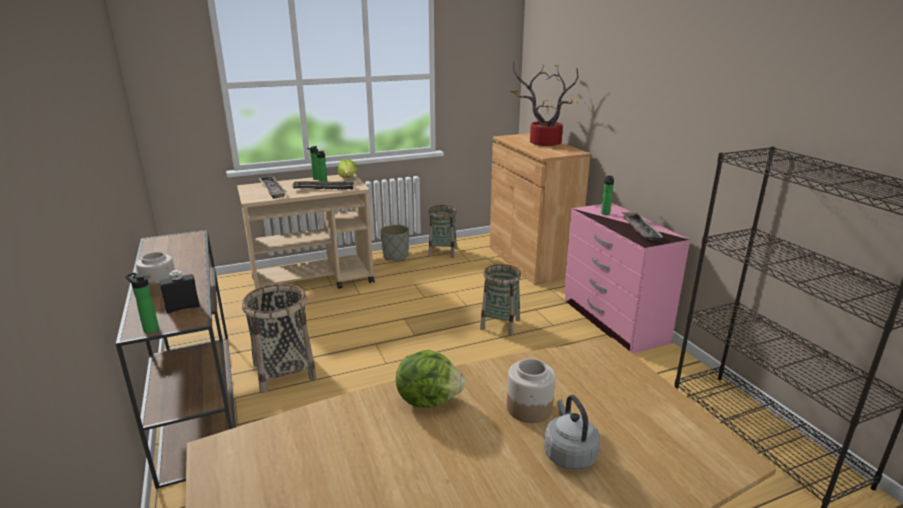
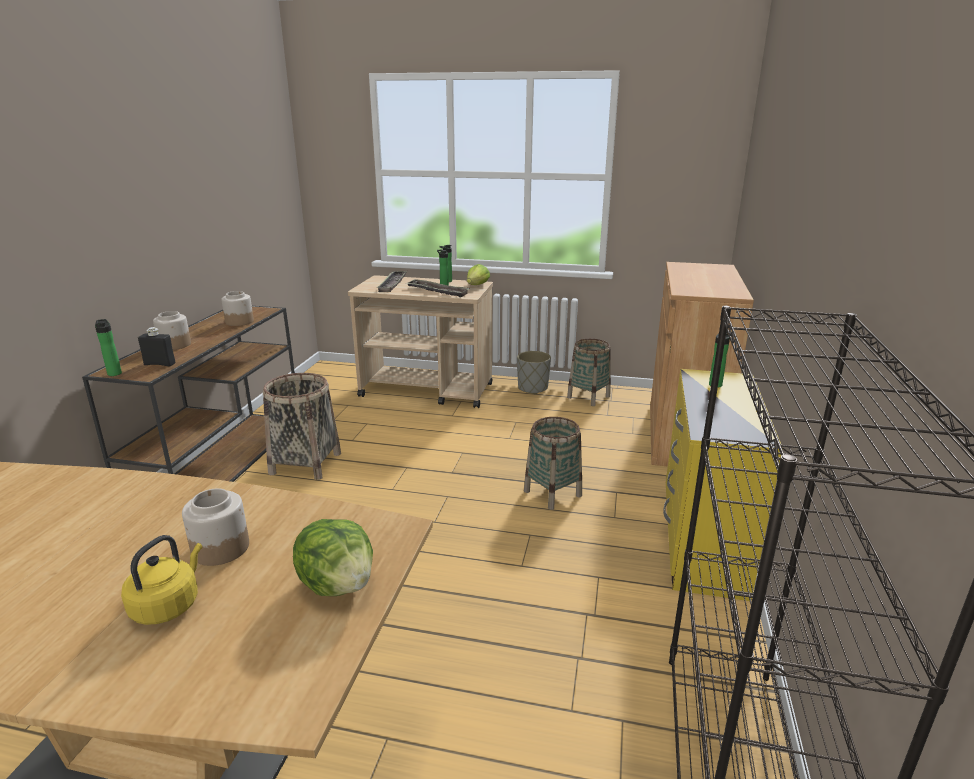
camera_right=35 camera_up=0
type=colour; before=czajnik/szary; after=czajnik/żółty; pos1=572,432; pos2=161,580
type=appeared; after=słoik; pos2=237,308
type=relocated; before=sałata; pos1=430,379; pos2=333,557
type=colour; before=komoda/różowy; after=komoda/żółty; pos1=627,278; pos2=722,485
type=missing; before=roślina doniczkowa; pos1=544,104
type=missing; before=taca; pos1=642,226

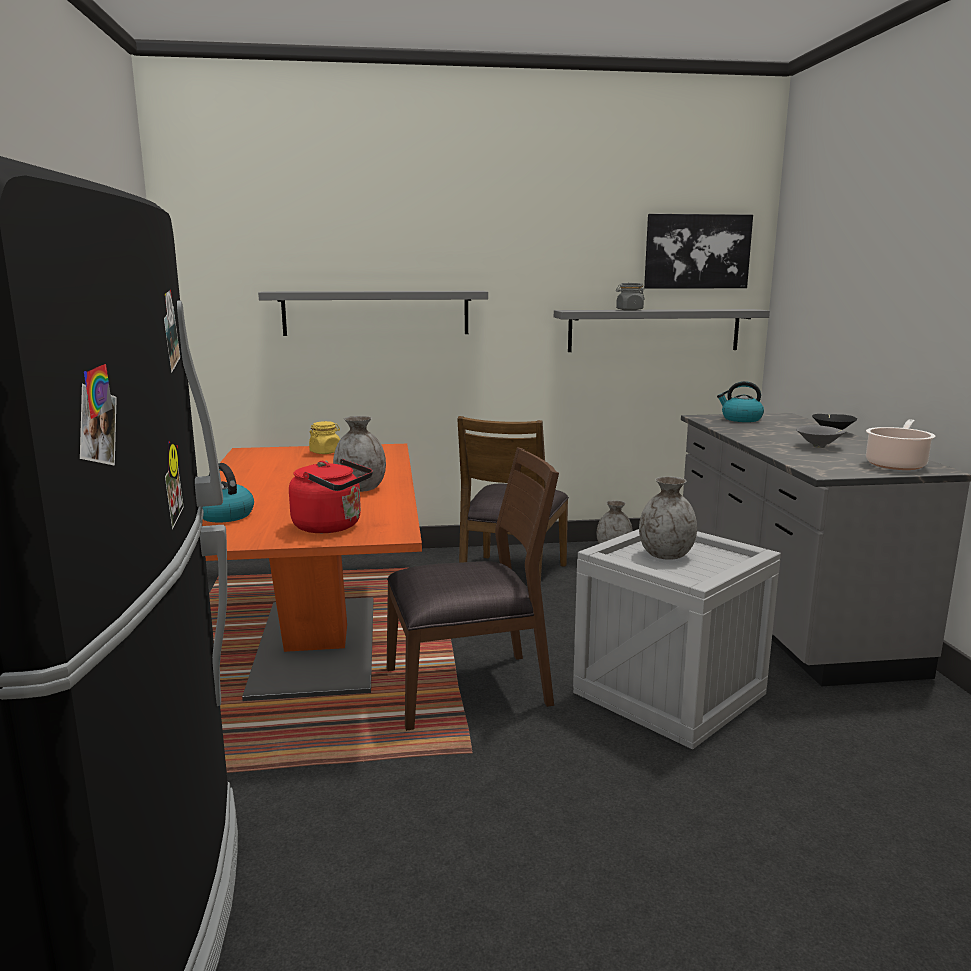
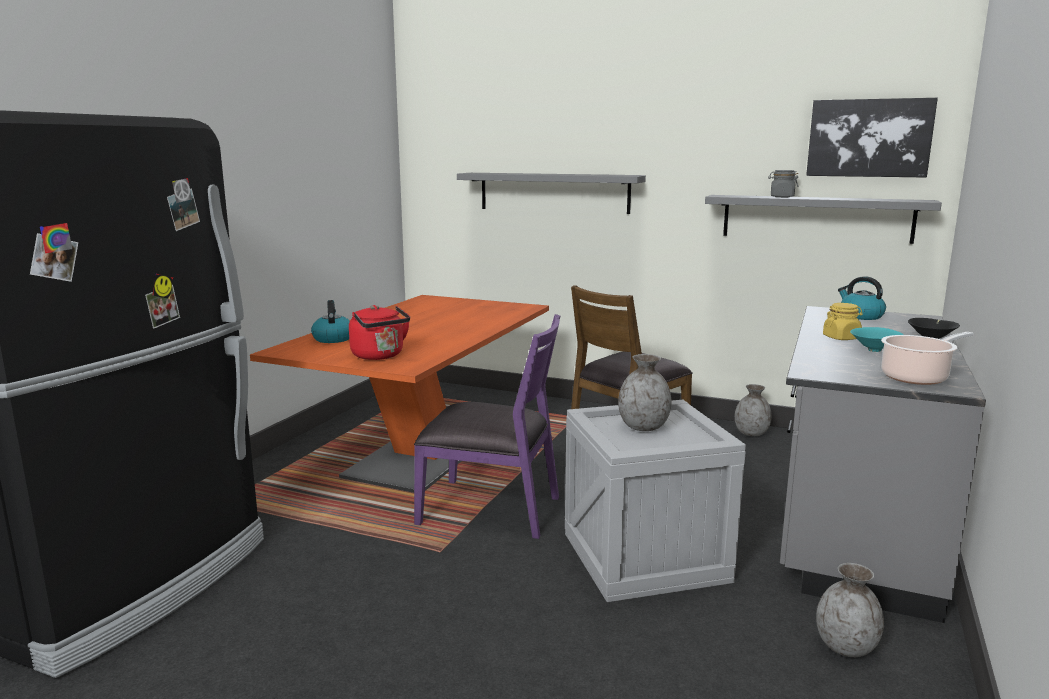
camera_right=30 camera_up=0
type=colour; before=krzesło/brązowy; after=krzesło/fioletowy; pos1=473,589; pos2=487,426
type=relocated; before=wazon/szary; pos1=359,454; pos2=850,610
type=relocated; before=słoik/żółty; pos1=324,437; pos2=843,321
type=colour; before=miska/szary; after=miska/turkusowy; pos1=821,436; pos2=877,339

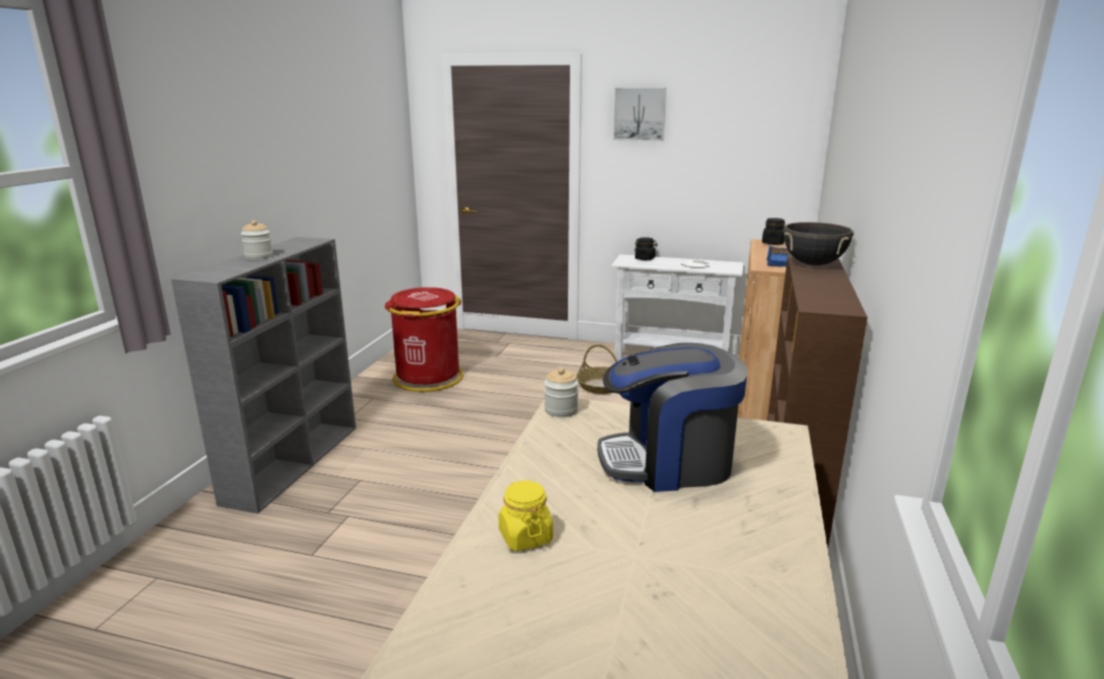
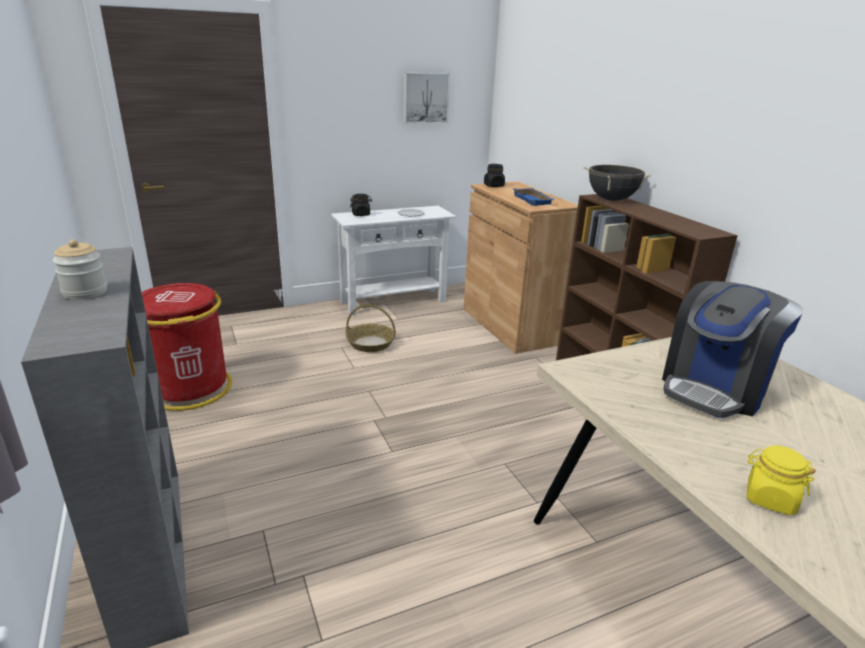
camera_right=-40 camera_up=5
type=relocated; before=obraz; pos1=639,114; pos2=426,98
type=missing; before=słoik; pos1=561,392

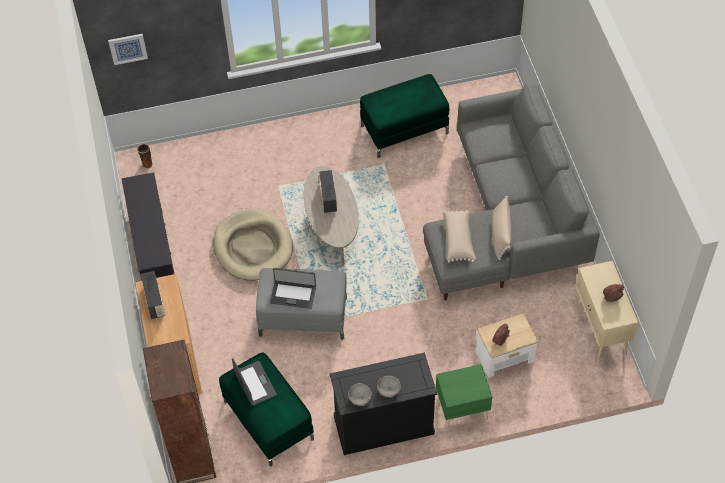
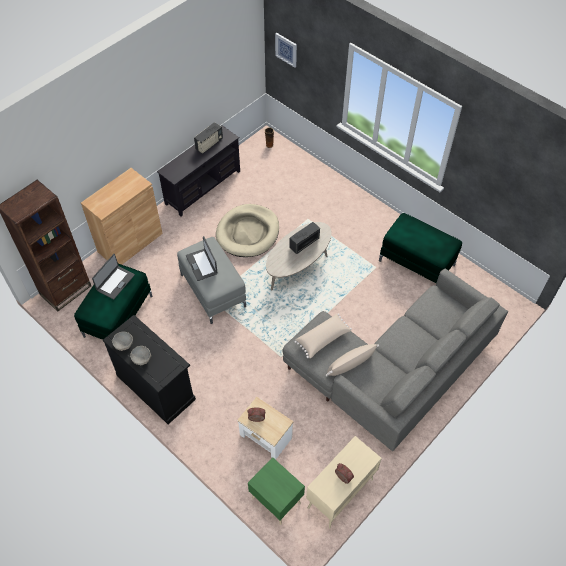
camera_right=55 camera_up=0
type=relocated; before=radio; pos1=153,295; pos2=208,138
type=relocated; before=szafka nocna/zielony; pos1=464,396; pos2=276,491

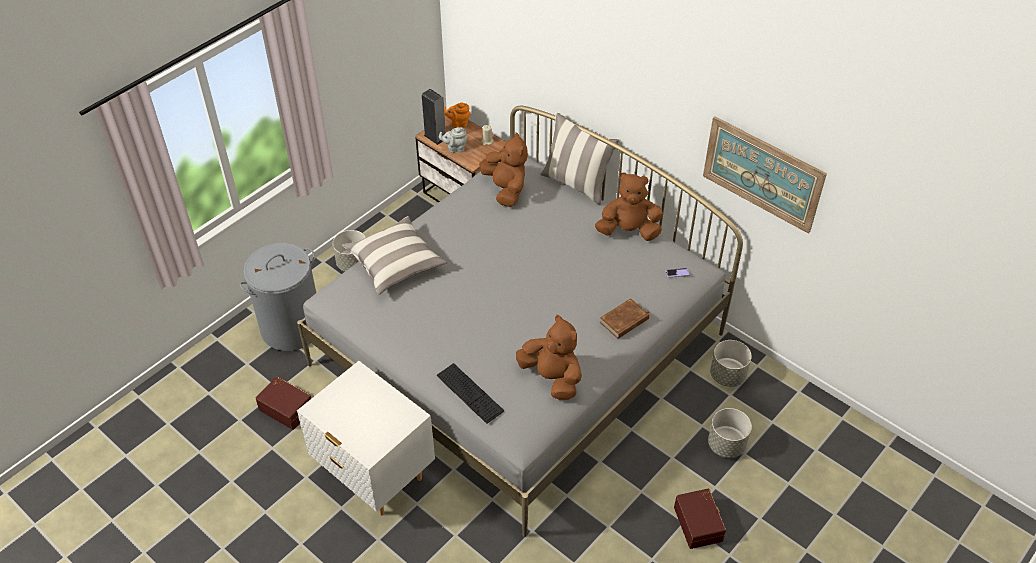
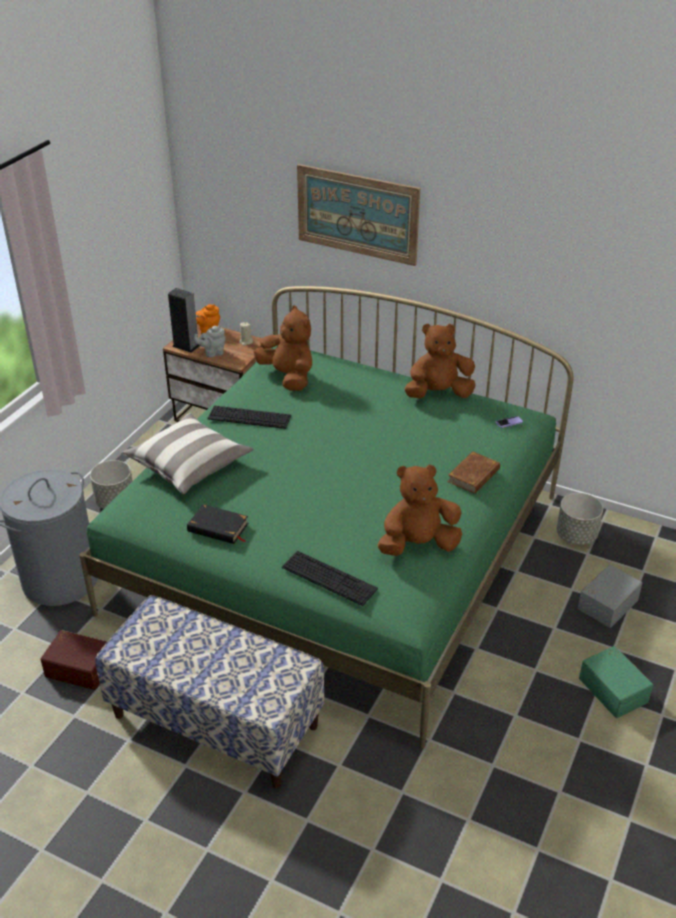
camera_right=-15 camera_up=-10
type=colour; before=łóżko/szary; after=łóżko/zielony; pos1=520,321; pos2=326,517
type=exchanged; before=szafka nocna/biały; after=ławka; pos1=366,438; pos2=209,691
type=appeared; after=książka/czarny; pos2=217,524
type=appeared; after=klawiatura; pos2=249,417
type=relocated; before=obraz; pos1=765,175; pos2=358,215
type=spun; before=pluszak/brązowy; pos1=549,357; pos2=419,510; turn=-45
type=exchanged; before=donica/szary; after=pojemnik do przechowywania/szary; pos1=730,433; pos2=610,596
type=colour; before=pojemnik do przechowywania/brązowy; after=pojemnik do przechowywania/zielony; pos1=700,519; pos2=616,682
type=missing; before=poduszka; pos1=579,158

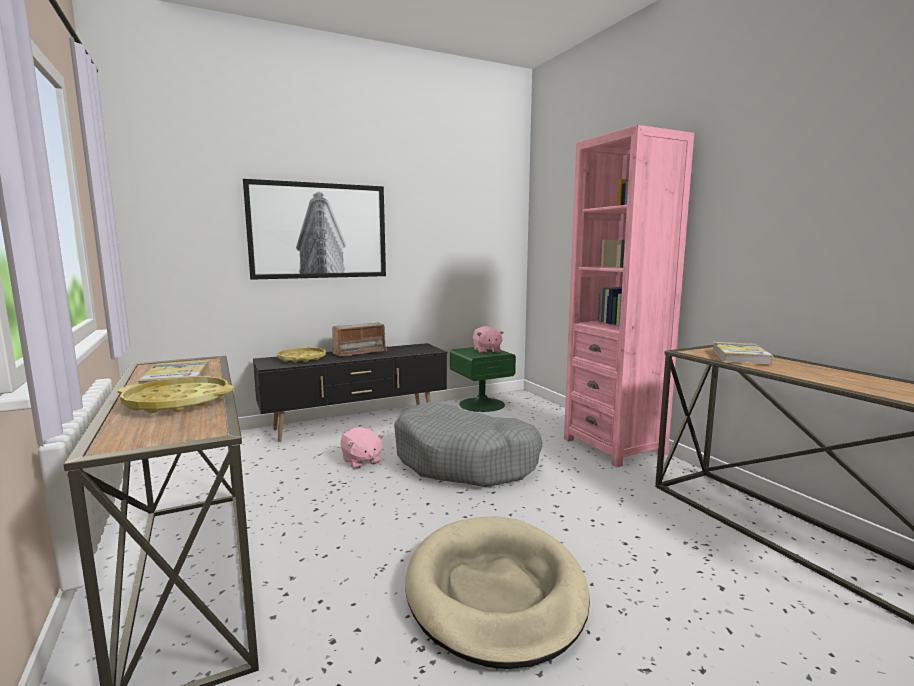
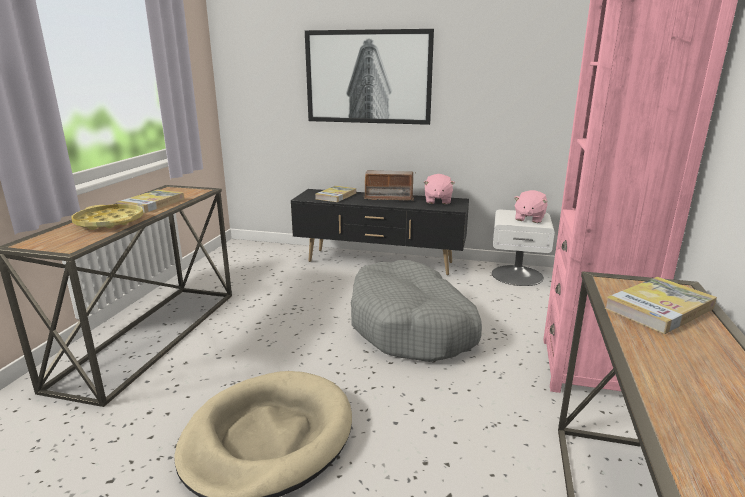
camera_right=40 camera_up=10
type=exchanged; before=taca/żółty; after=książka; pos1=301,355; pos2=335,194
type=relocated; before=pluszak/różowy; pos1=361,448; pos2=439,189
type=colour; before=szafka nocna/zielony; after=szafka nocna/biały; pos1=483,379; pos2=523,247

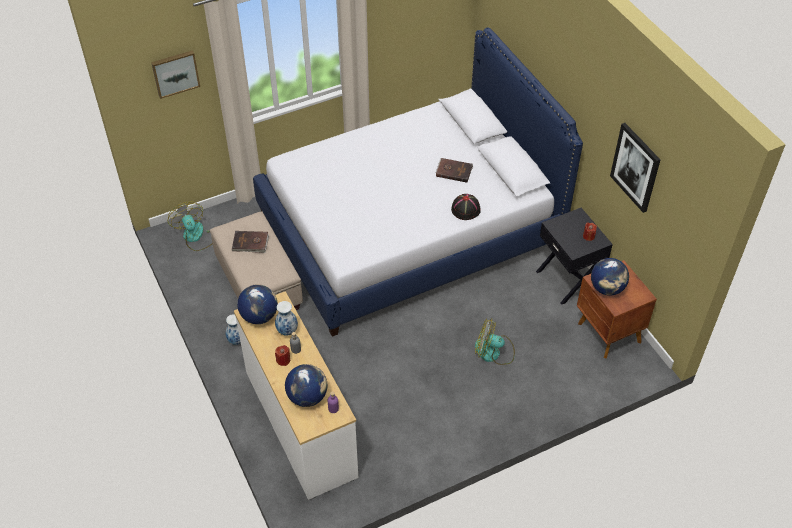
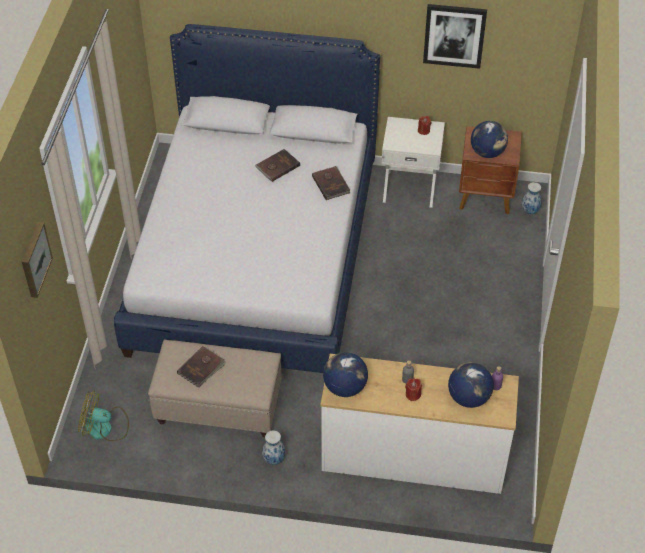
camera_right=-55 camera_up=0
type=exchanged; before=kapelusz/czarny; after=książka/brązowy; pos1=466,207; pos2=331,183
type=colour; before=szafka nocna/czarny; after=szafka nocna/biały; pos1=574,256; pos2=413,162
type=relocated; before=wazon; pos1=286,318; pos2=531,198
type=missing; before=wentylator; pos1=495,341

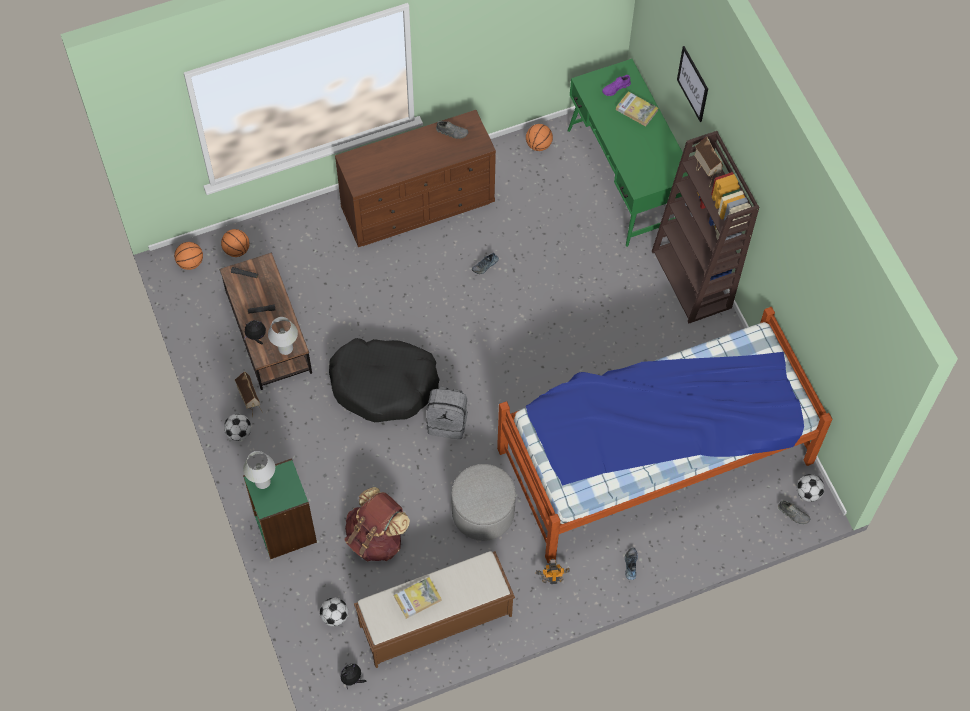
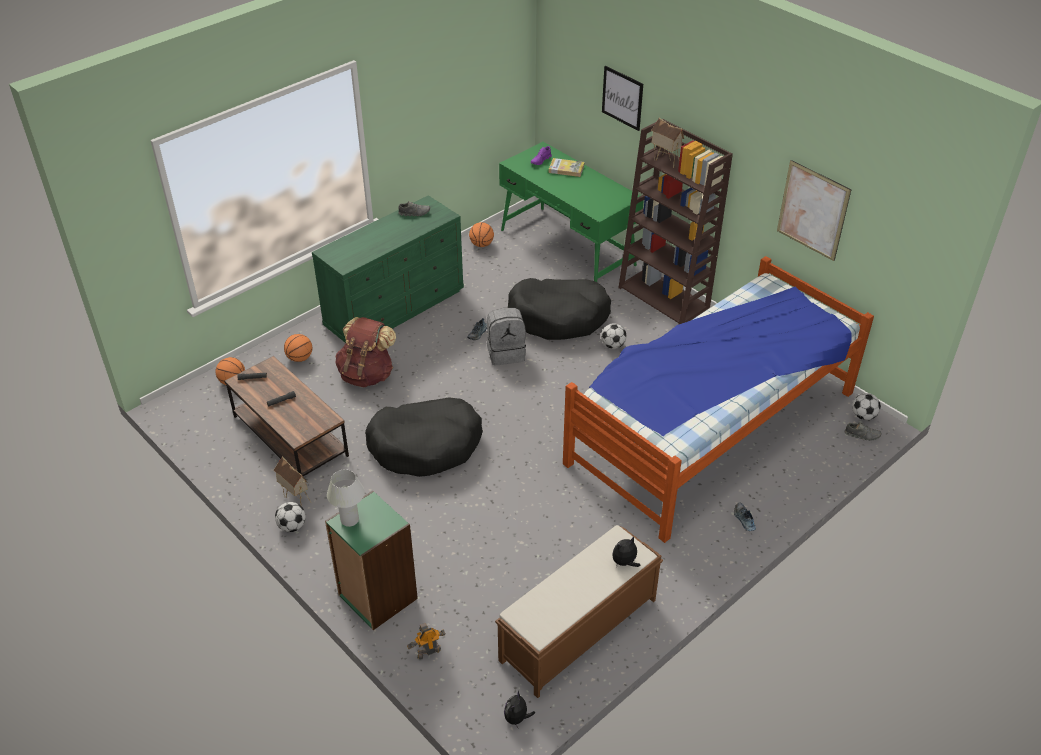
camera_right=-20 camera_up=-20
type=relocated; before=piłka do koszykówki; pos1=188,256; pos2=298,348
type=colour; before=komoda/brązowy; after=komoda/zielony; pos1=415,178; pos2=388,269
type=relocated; before=plecak/brązowy; pos1=377,524; pos2=365,352
type=relocated; before=robot zabawkowy; pos1=553,571; pos2=426,641
type=relocated; before=plecak/szary; pos1=447,412; pos2=506,336
type=appeared; after=legowisko/czarny; pos2=559,309
type=relocated; before=piłka futbolowa; pos1=334,612; pos2=613,336
type=relocated; before=pluszak; pos1=255,332; pos2=626,551
type=appeared; after=obraz; pos2=814,210
type=missing; before=lampa stołowa/biały; pos1=283,336
type=missing; before=książka; pos1=418,598
type=missing; before=pufa/szary; pos1=483,502

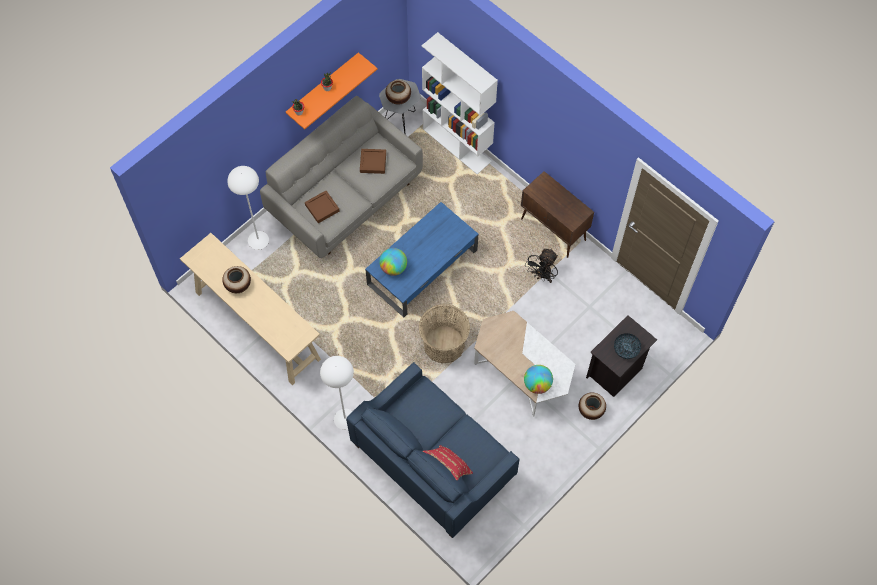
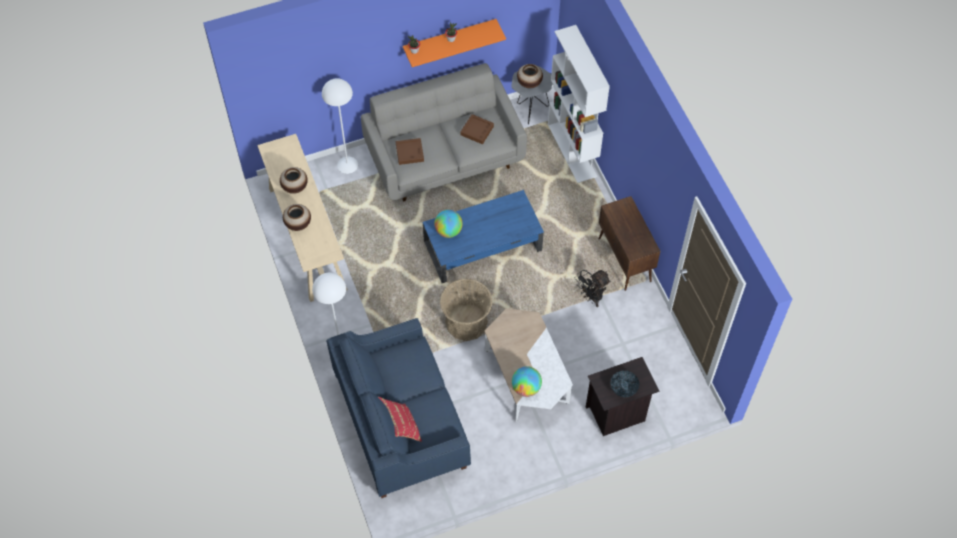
camera_right=25 camera_up=-5
type=relocated; before=wazon; pos1=592,406; pos2=297,217

